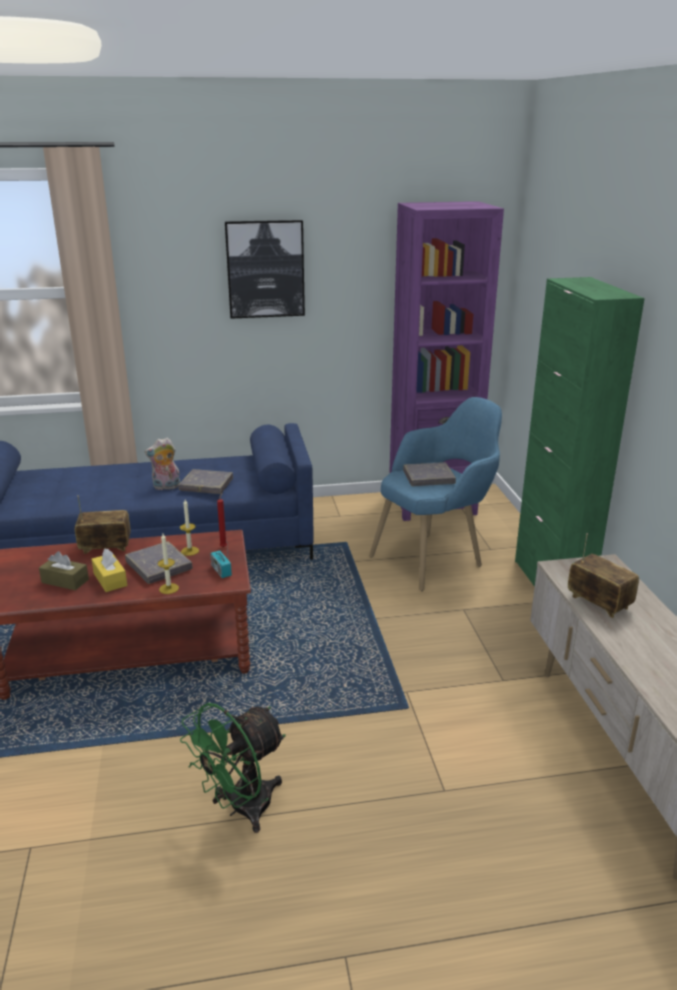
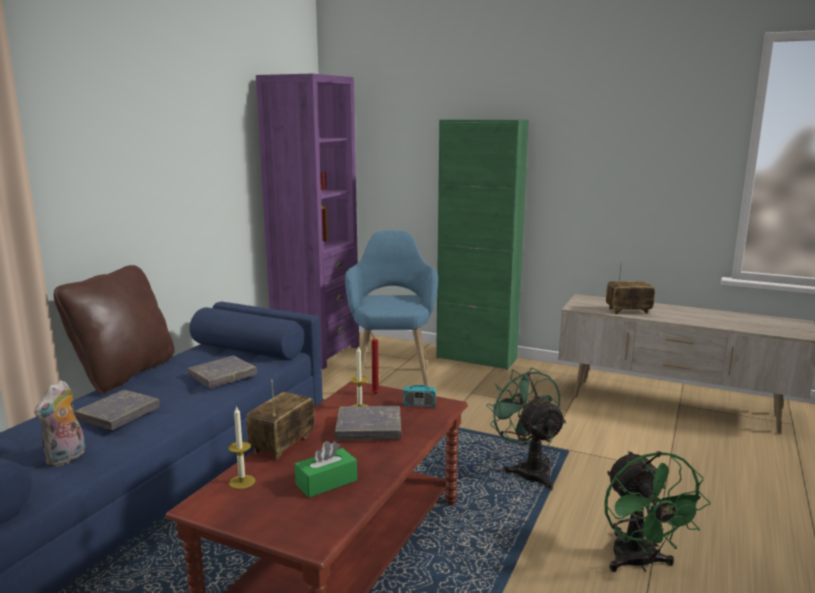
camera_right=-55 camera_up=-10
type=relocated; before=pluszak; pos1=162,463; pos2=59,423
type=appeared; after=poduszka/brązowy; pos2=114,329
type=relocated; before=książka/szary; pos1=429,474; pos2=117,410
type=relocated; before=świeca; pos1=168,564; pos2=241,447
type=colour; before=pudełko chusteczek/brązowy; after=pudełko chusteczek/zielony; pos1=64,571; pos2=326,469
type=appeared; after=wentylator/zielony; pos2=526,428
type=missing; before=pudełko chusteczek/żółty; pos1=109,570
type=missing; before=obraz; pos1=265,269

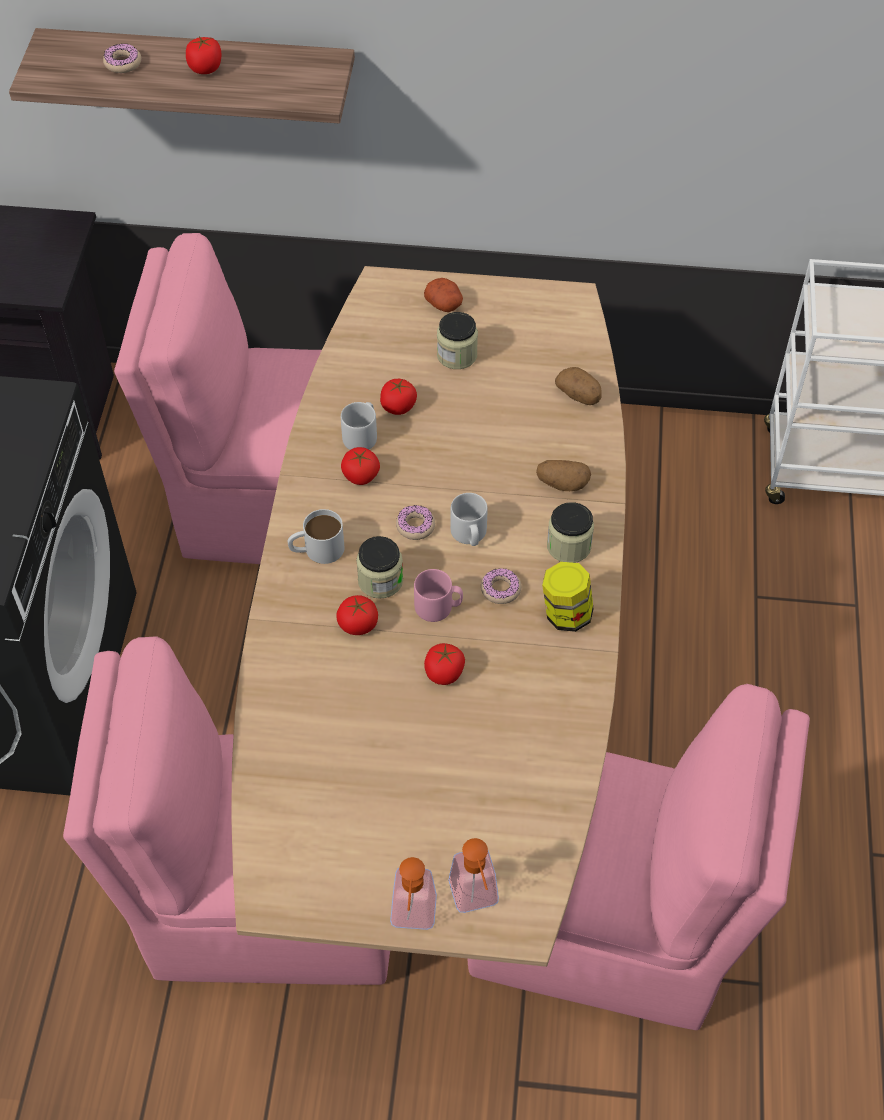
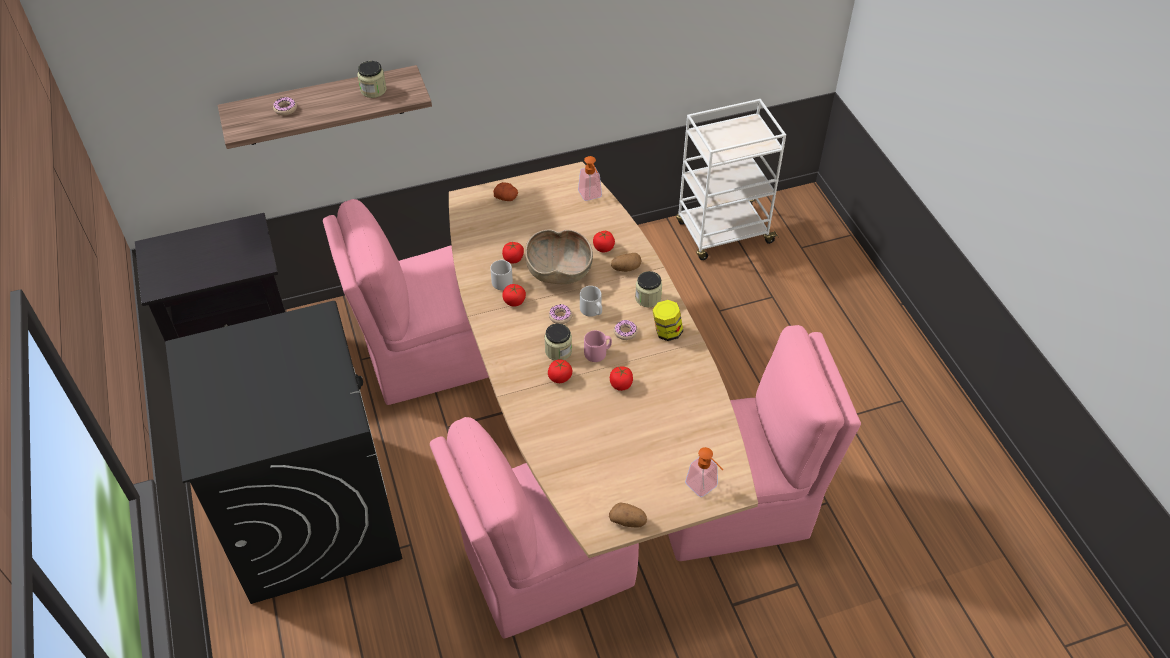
camera_right=-25 camera_up=-5
type=relocated; before=słoik; pos1=457,340; pos2=371,79
type=appeared; after=miska/brązowy; pos2=559,257
type=relocated; before=dozownik mydła; pos1=413,893; pos2=590,178
type=relocated; before=pomidor; pos1=203,55; pos2=604,241
type=relocated; before=ziemniak; pos1=578,386; pos2=628,515
type=missing; before=kubek/biały; pos1=316,536

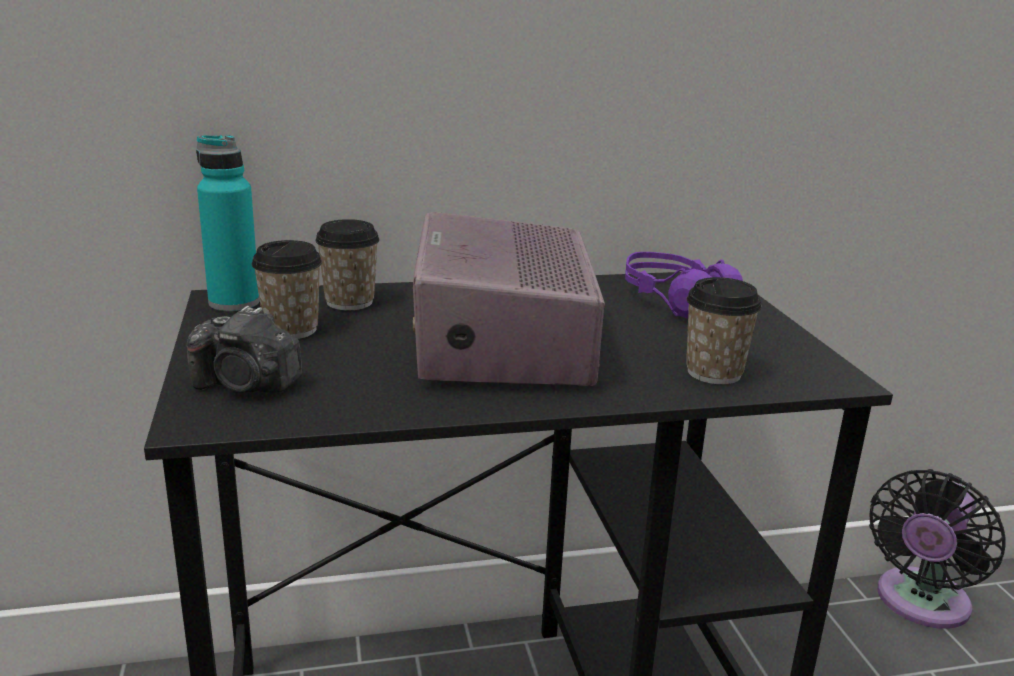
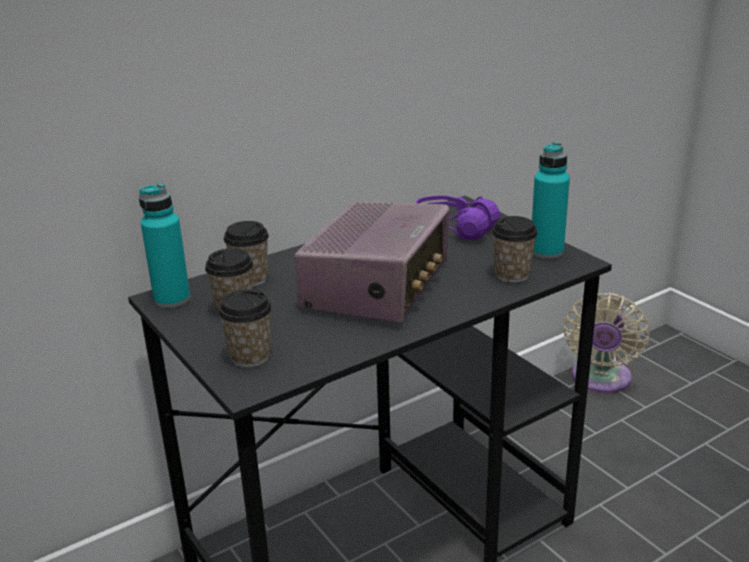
camera_right=-20 camera_up=5
type=exchanged; before=aparat fotograficzny; after=filiżanka; pos1=244,349; pos2=245,328
type=spun; before=radio; pos1=509,299; pos2=372,262; turn=-135
type=appeared; after=butelka/turkusowy; pos2=551,200
type=colour; before=wentylator/czarny; after=wentylator/beżowy; pos1=937,549; pos2=606,343

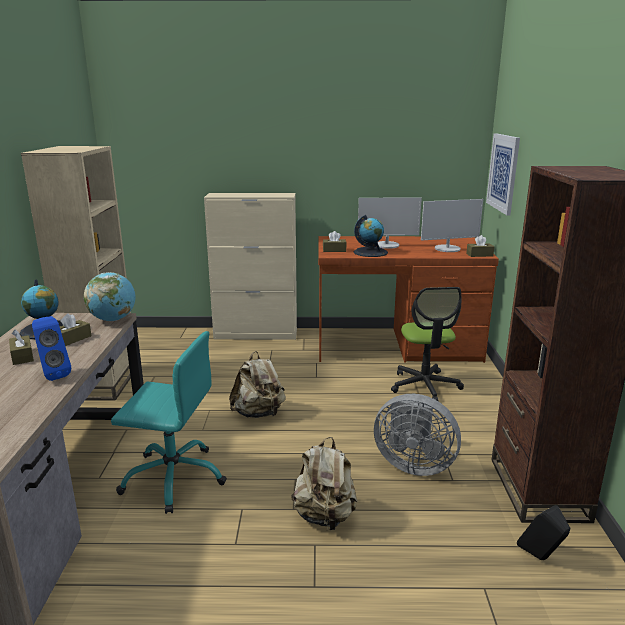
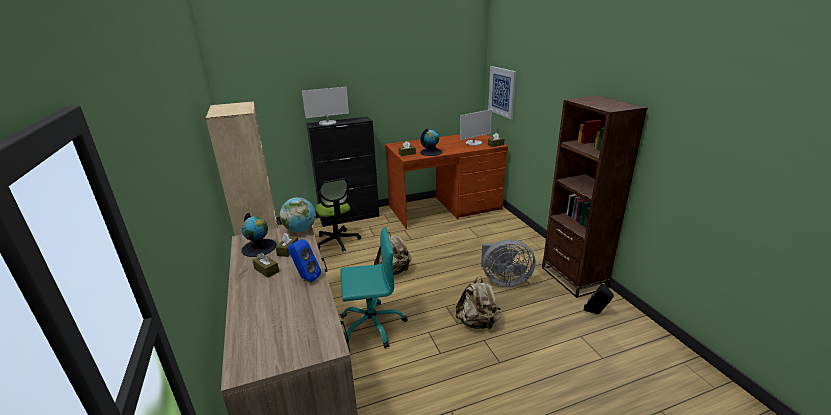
camera_right=-20 camera_up=5
type=relocated; before=monitor; pos1=390,223; pos2=325,106
type=colour; before=szafka/beżowy; after=szafka/czarny; pos1=250,266; pos2=342,172
type=relocated; before=krzesło biurowe; pos1=427,344; pos2=338,215

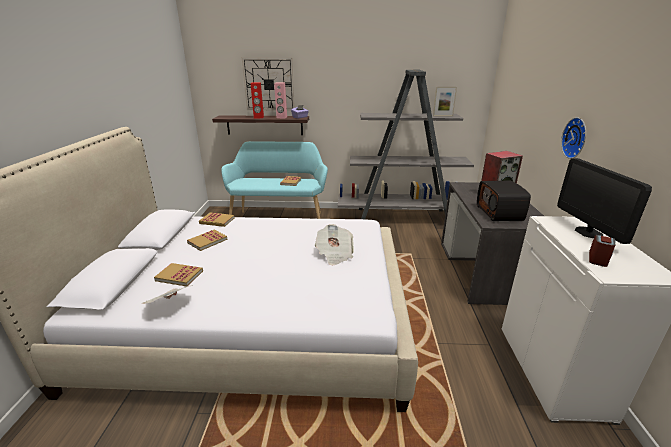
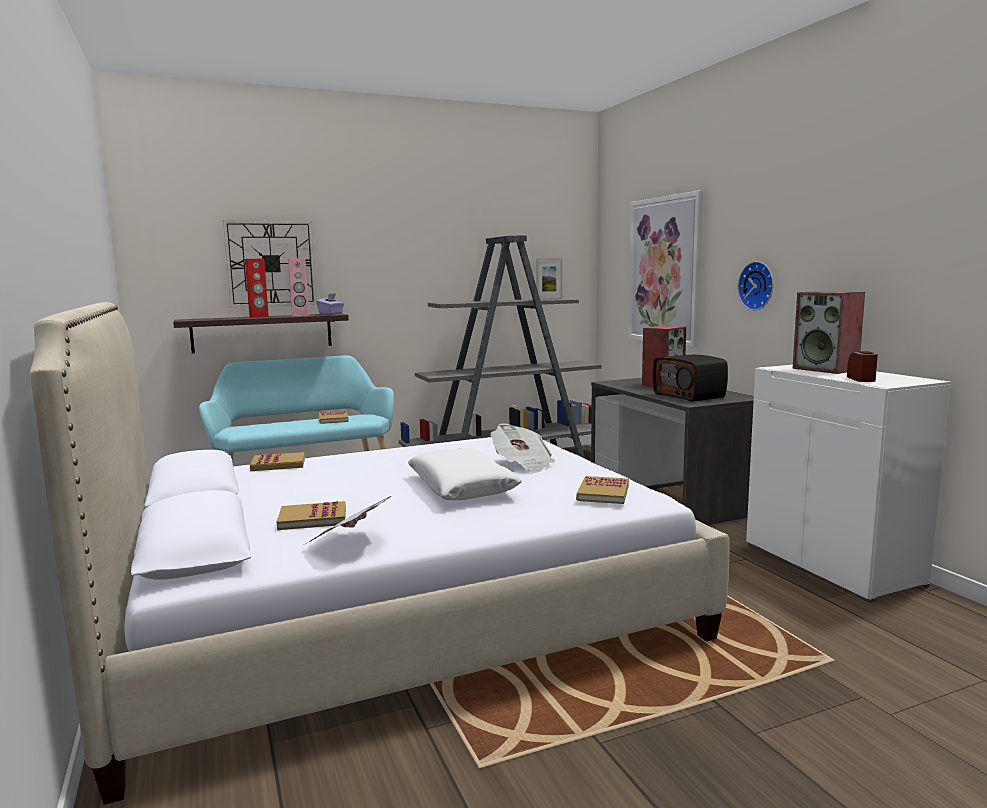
camera_right=-25 camera_up=-15
type=appeared; after=poduszka/biały; pos2=465,474
type=relocated; before=książka; pos1=207,240; pos2=602,490
type=appeared; after=obraz; pos2=665,268
type=exchanged; before=monitor; after=głośnik; pos1=604,201; pos2=828,332

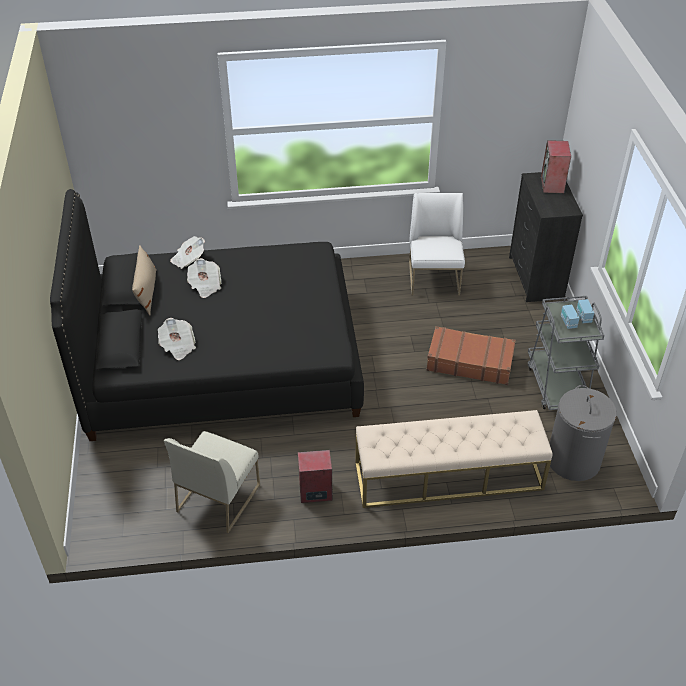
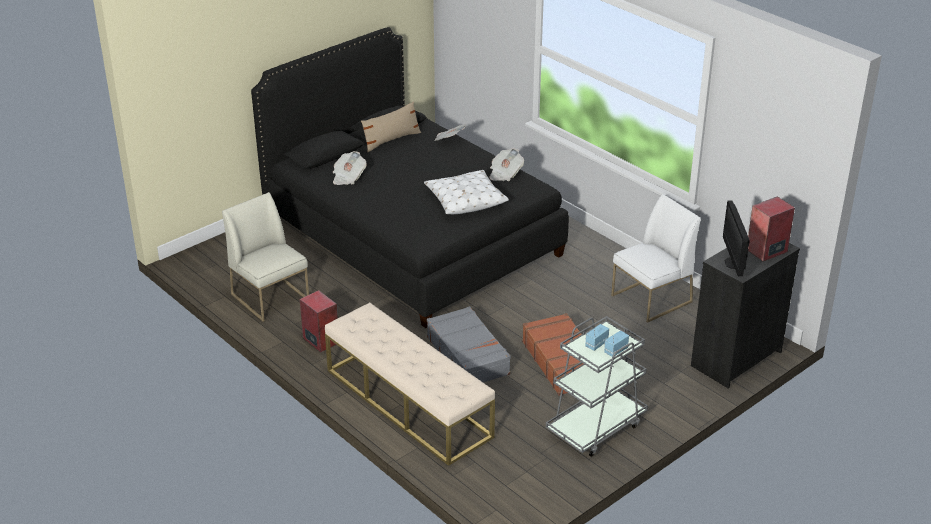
camera_right=55 camera_up=-10
type=spun; before=krzesło/biały; pos1=212,482; pos2=265,257; turn=60
type=appeared; after=poduszka/biały; pos2=466,192
type=appeared; after=walizka/szary; pos2=469,344
type=relocated; before=gazeta; pos1=204,278; pos2=506,165
type=appeared; after=monitor; pos2=736,238
type=missing; before=kosz na pranie/szary; pos1=583,433

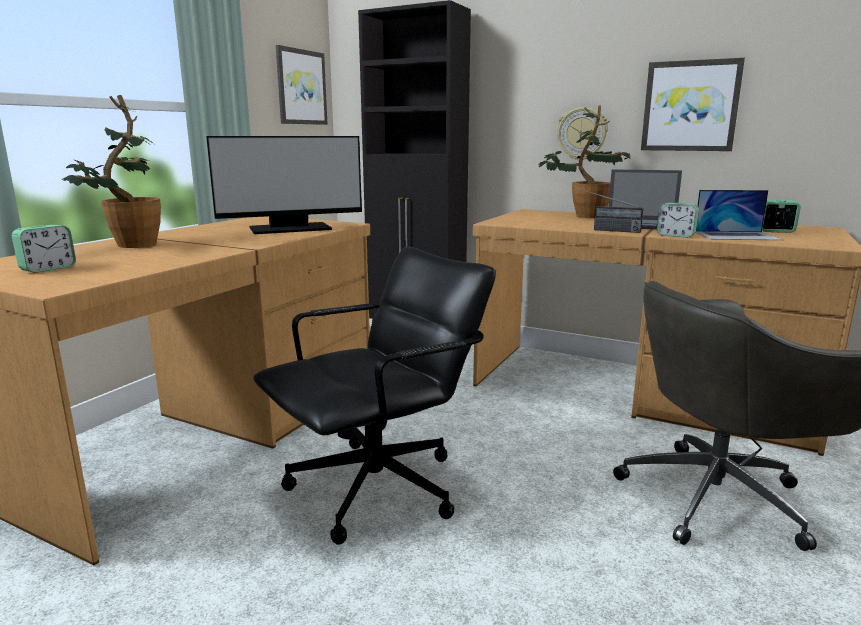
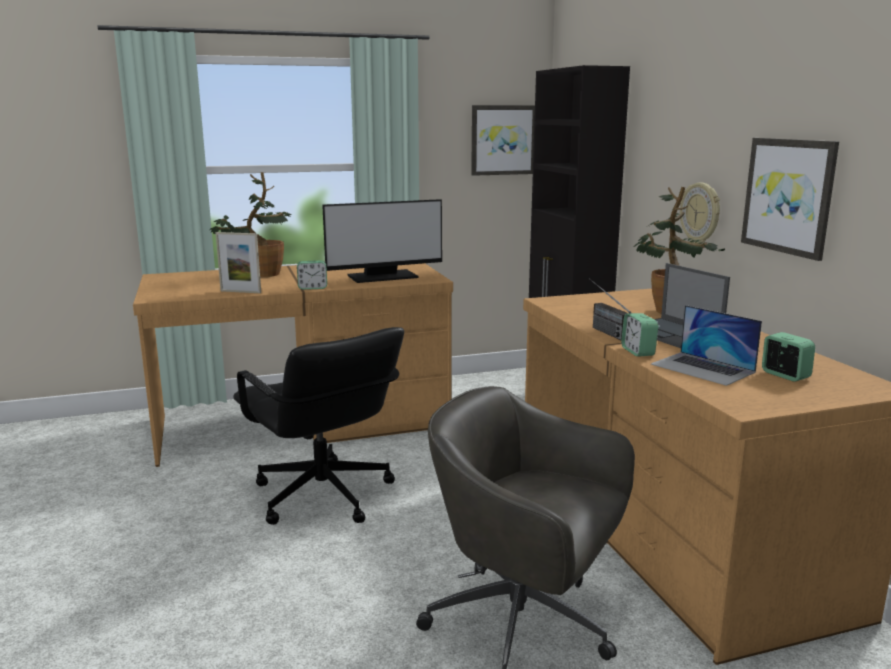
camera_right=45 camera_up=0
type=appeared; after=ramka na zdjęcie; pos2=238,262
type=spun; before=krzesło biurowe/czarny; pos1=375,396; pos2=318,426; turn=45
type=relocated; before=budzik; pos1=44,249; pos2=312,275
type=spun; before=monitor; pos1=284,185; pos2=382,241; turn=-45

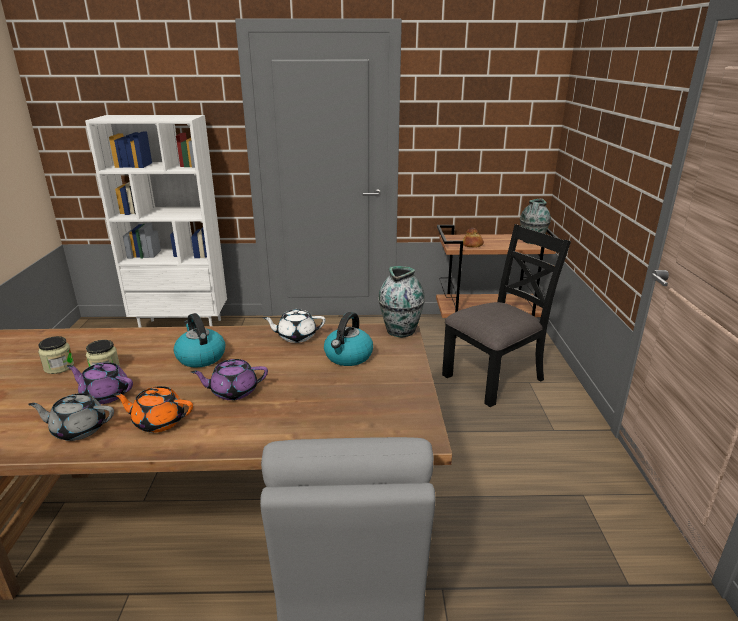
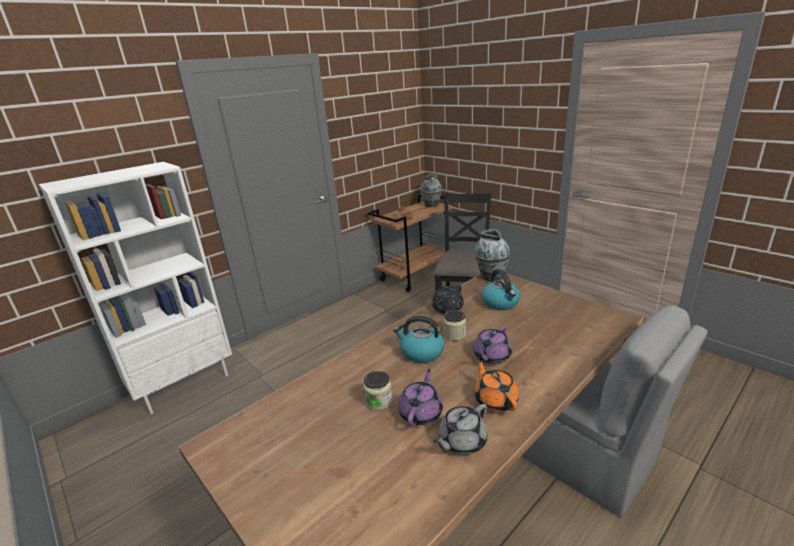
camera_right=-40 camera_up=0
type=spun; before=imbryk/fioletowy; pos1=100,383; pos2=420,397; turn=135
type=colour; before=imbryk/biały; after=imbryk/czarny; pos1=293,326; pos2=447,299
type=relocated; before=słoik; pos1=56,355; pos2=454,325
type=spun; before=imbryk/pomarańczowy; pos1=153,409; pos2=496,385; turn=105

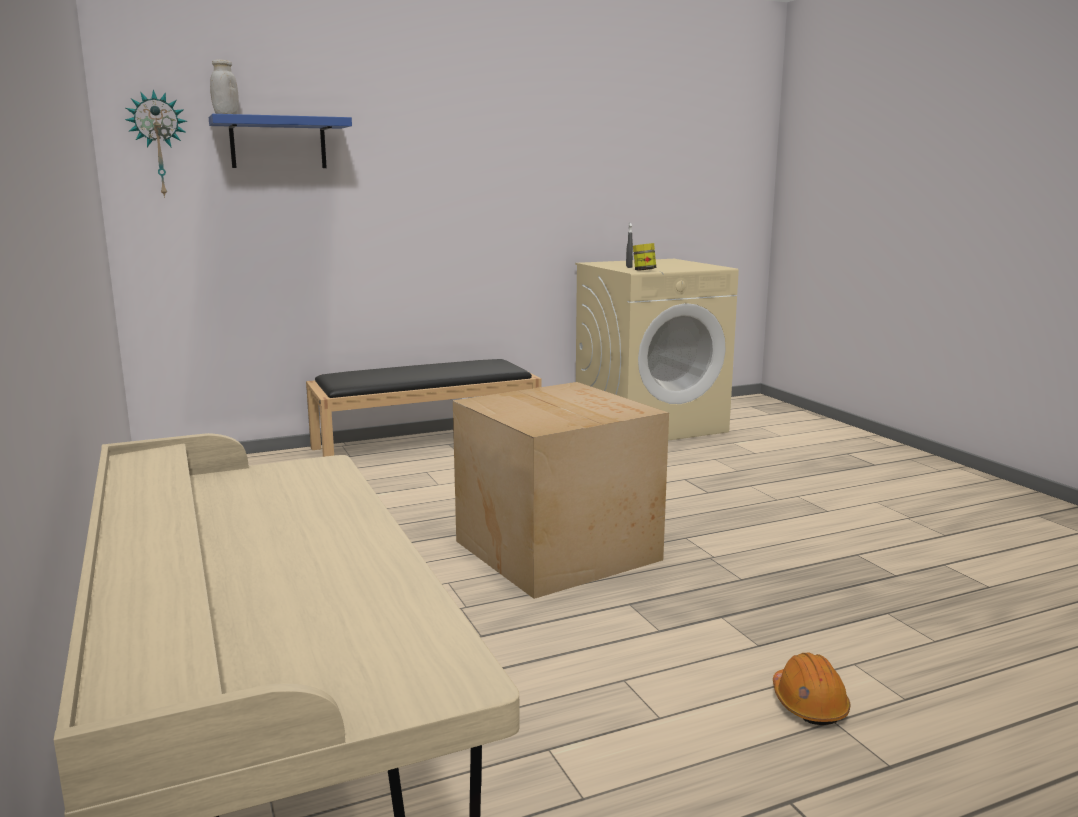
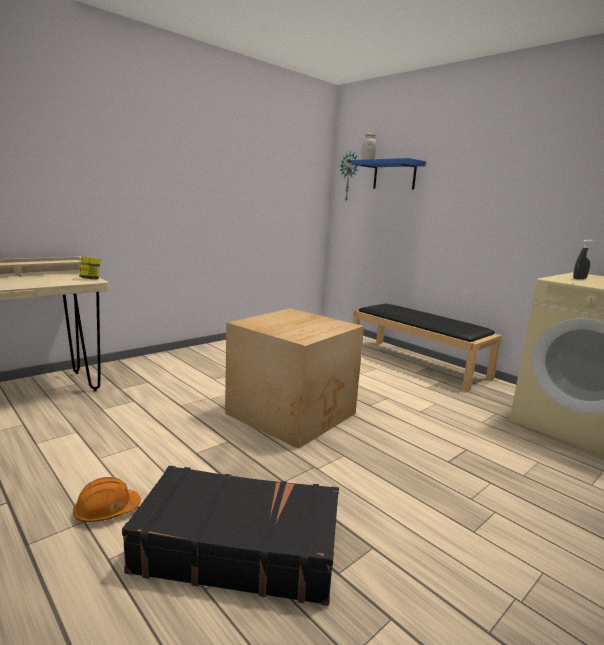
camera_right=70 camera_up=0
type=relocated; before=słoik; pos1=644,257; pos2=89,267
type=appeared; after=walizka/czarny; pos2=230,536

